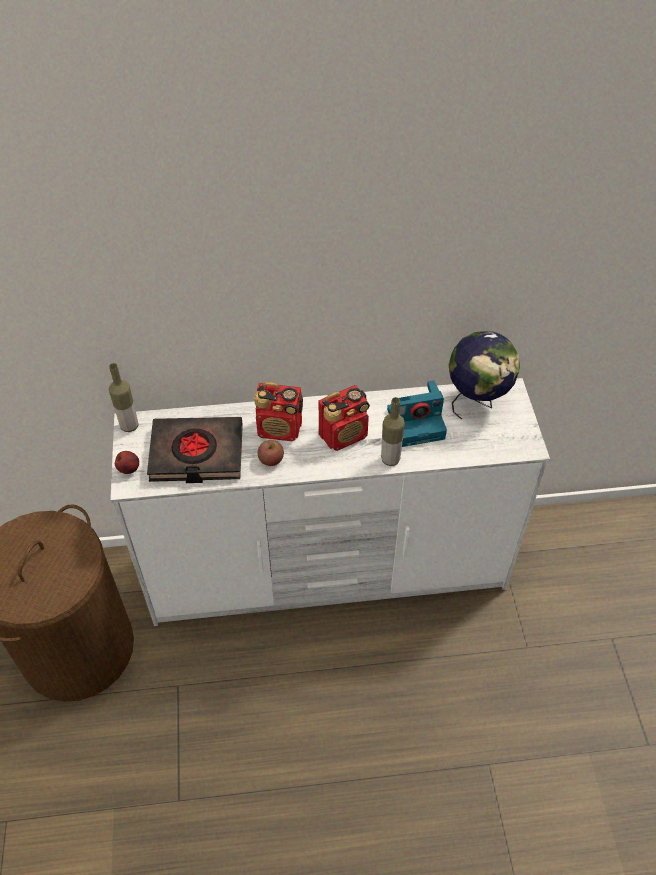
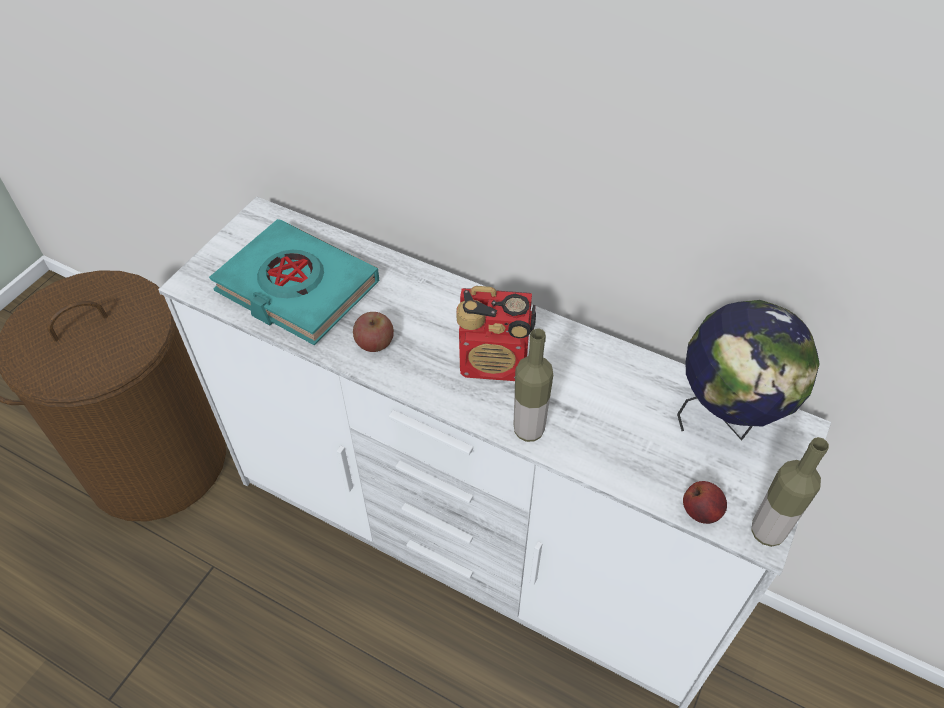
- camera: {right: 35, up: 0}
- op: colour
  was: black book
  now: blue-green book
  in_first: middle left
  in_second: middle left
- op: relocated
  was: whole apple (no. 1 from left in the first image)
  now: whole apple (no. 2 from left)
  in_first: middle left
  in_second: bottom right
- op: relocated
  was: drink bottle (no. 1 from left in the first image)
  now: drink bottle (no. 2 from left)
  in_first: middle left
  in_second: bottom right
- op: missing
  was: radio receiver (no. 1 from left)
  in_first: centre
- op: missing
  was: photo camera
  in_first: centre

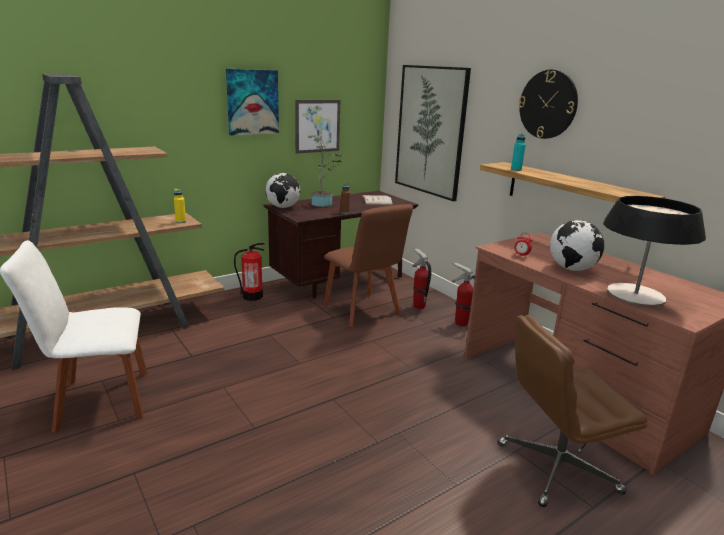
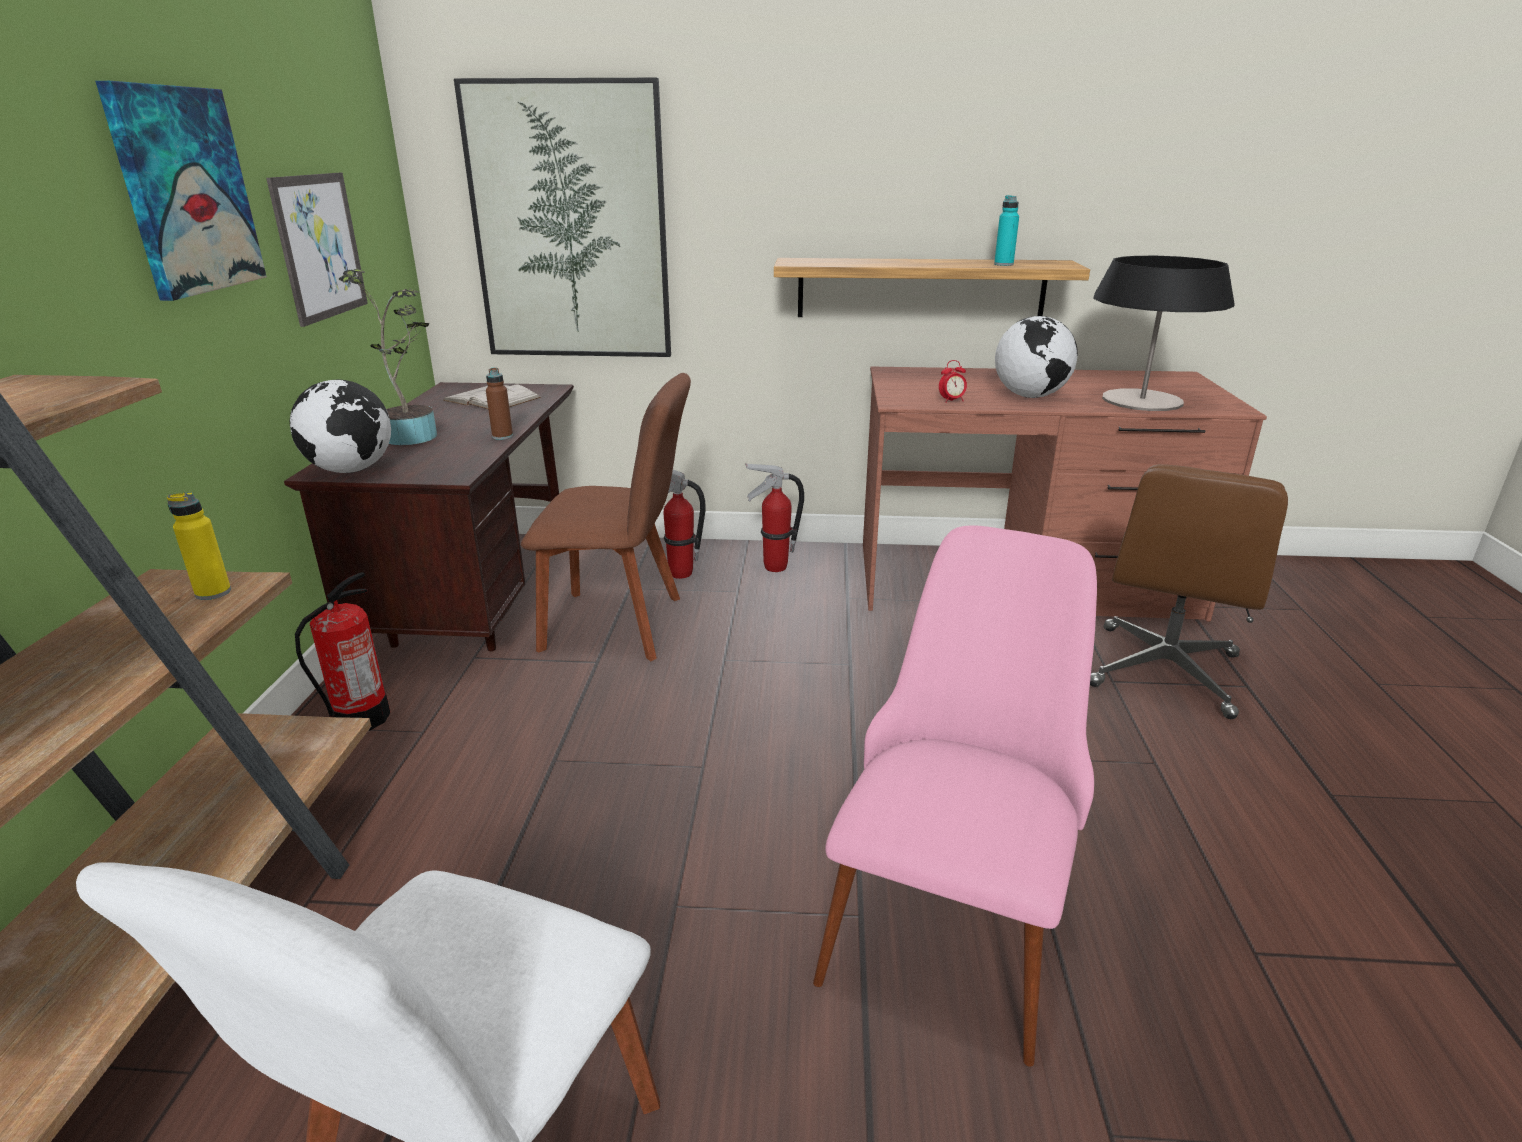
- camera: {right: -50, up: 5}
- op: appeared
  now: pink-coloured upright chair
  in_second: bottom centre
- op: relocated
  was: blue-green drink bottle
  in_first: top right
  in_second: top centre
- op: missing
  was: hanging clock
  in_first: top right

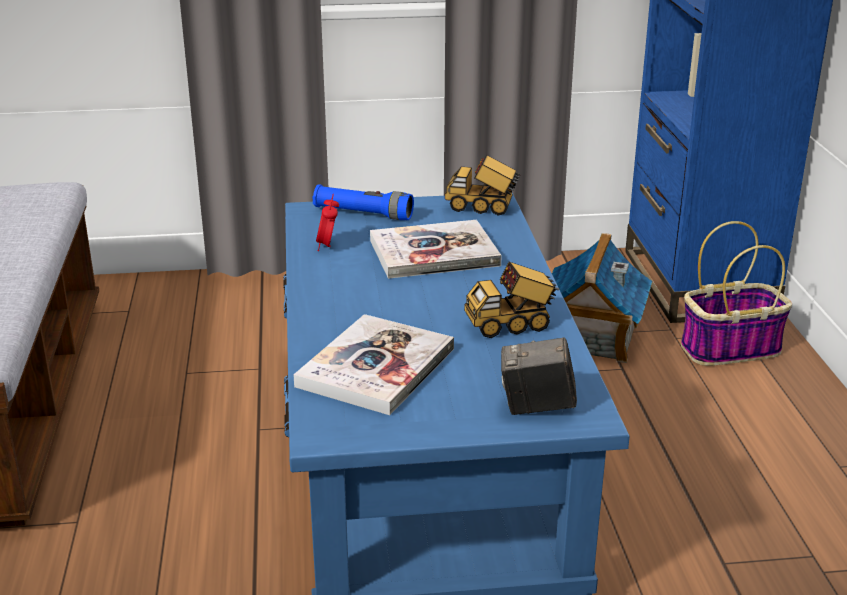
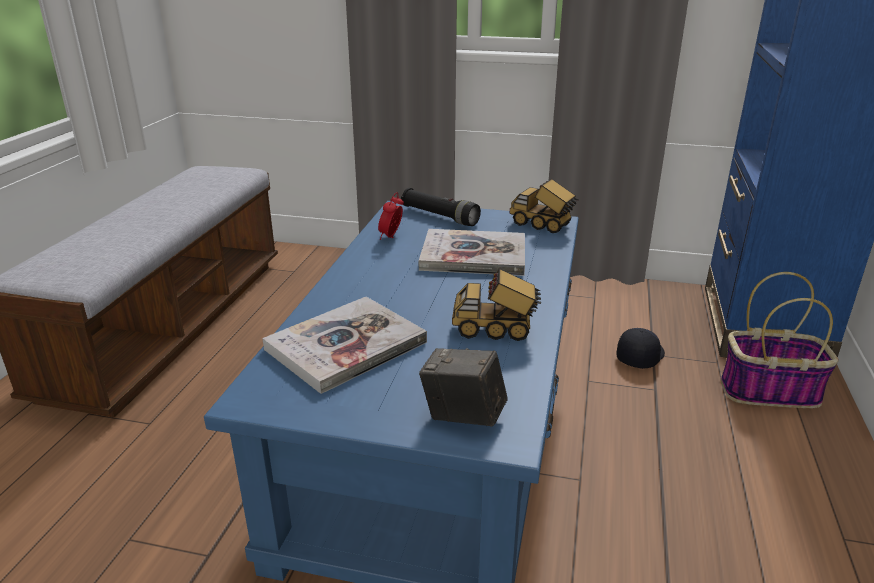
- camera: {right: 20, up: 0}
- op: colour
  was: blue-coloured flashlight
  now: black flashlight
  in_first: centre
  in_second: centre
- op: exchanged
  was: miniature house
  now: black peaked cap
  in_first: middle right
  in_second: middle right

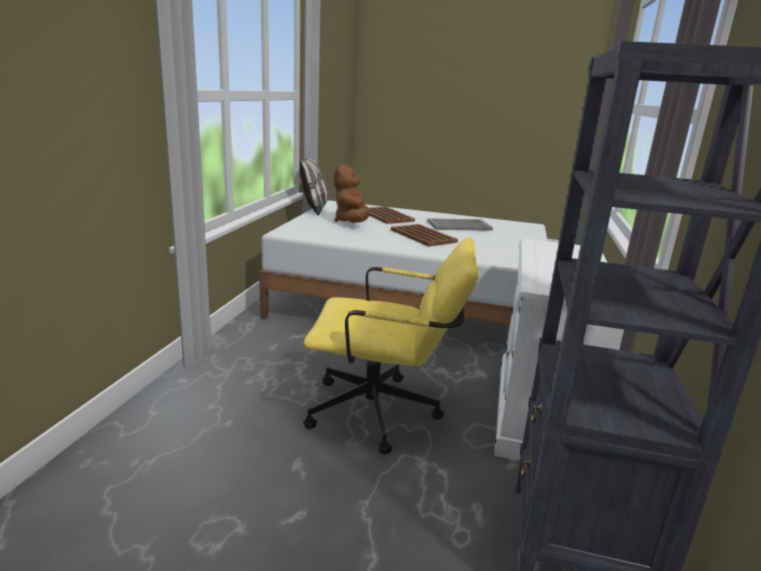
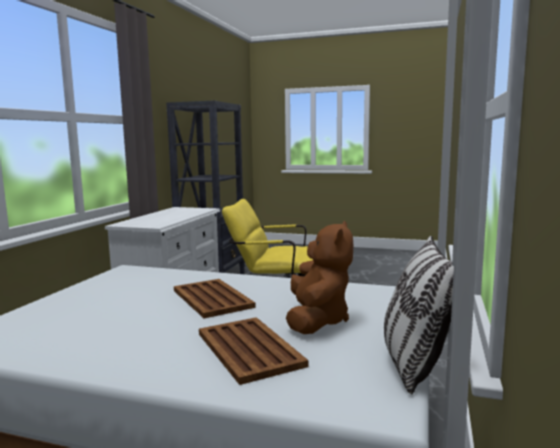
- camera: {right: -175, up: -10}
- op: missing
  was: gray carrying tray
  in_first: centre

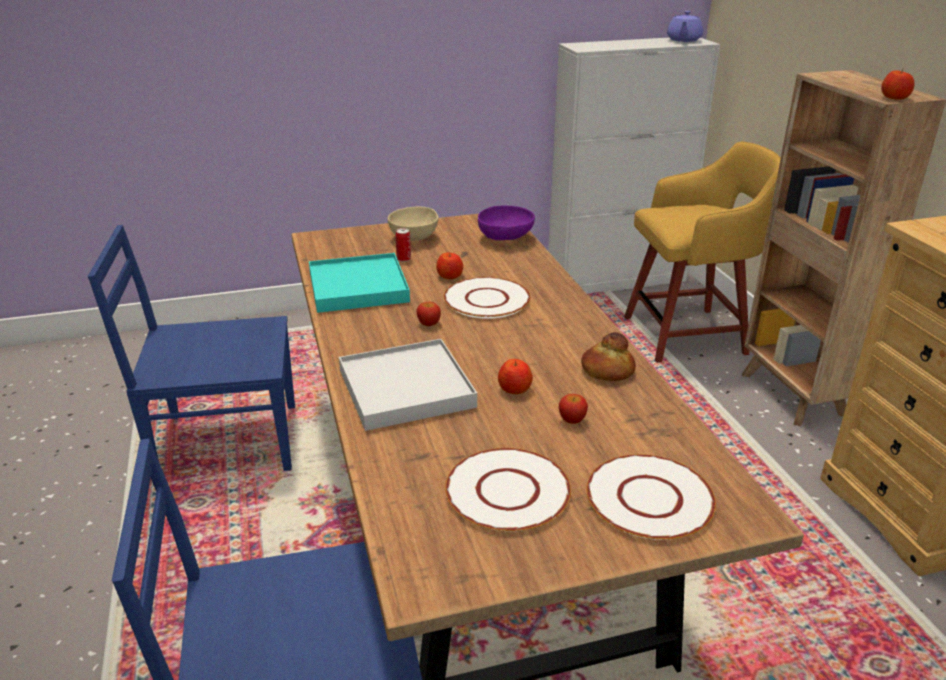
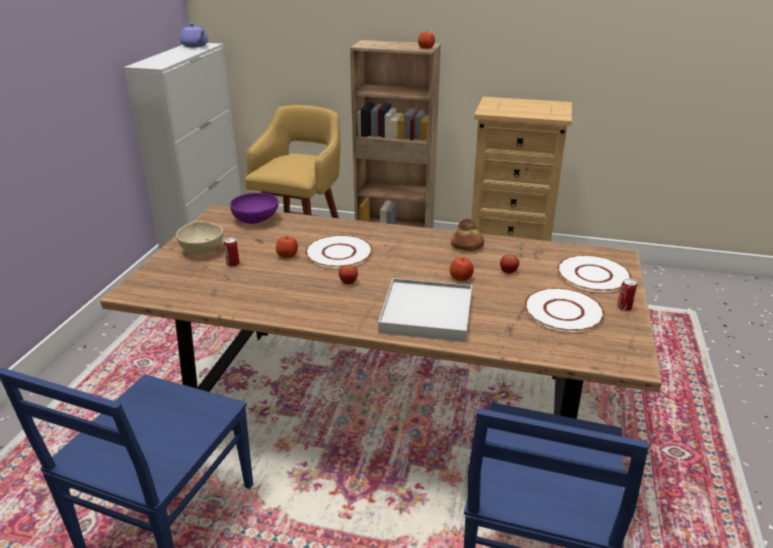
- camera: {right: -60, up: 0}
- op: appeared
  now: metal can (no. 2 from left)
  in_second: middle right
- op: missing
  was: blue-green carrying tray
  in_first: centre

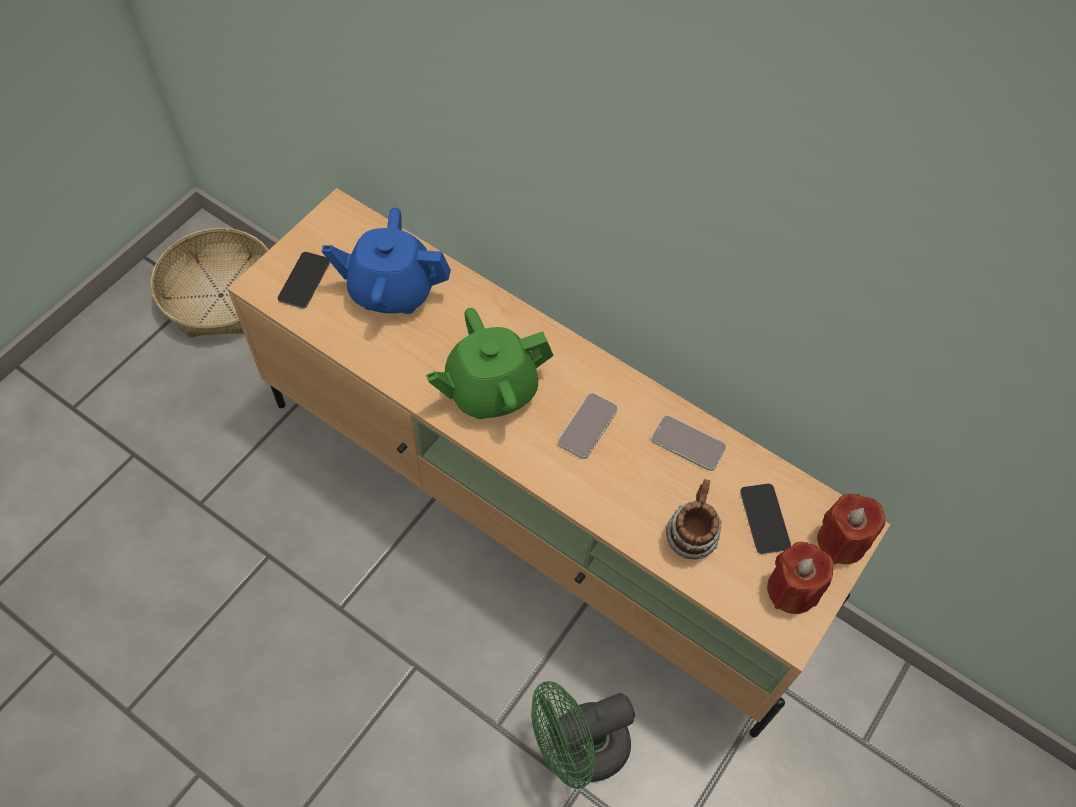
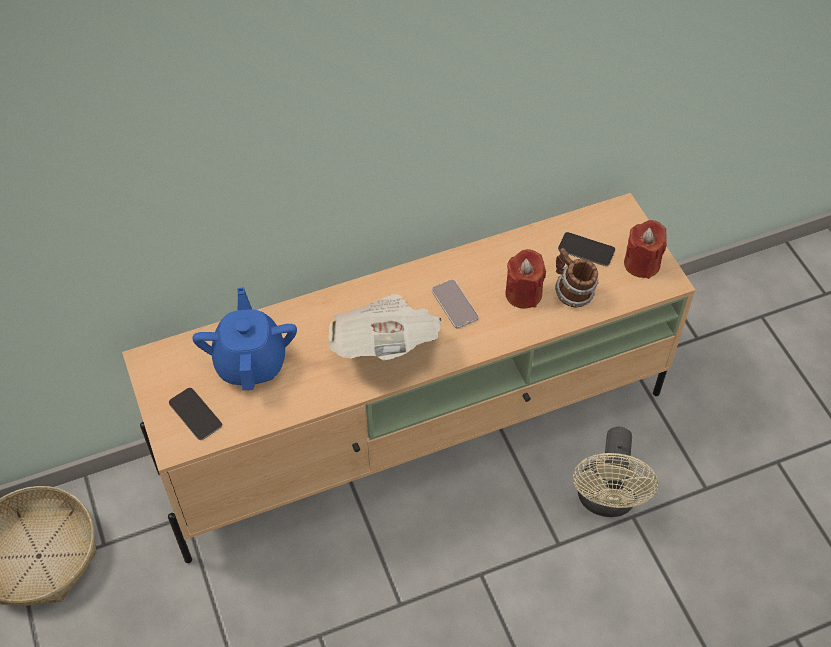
- camera: {right: -55, up: -5}
- op: spun
  was: blue-coloured pot for tea
  in_first: top centre
  in_second: middle left
  clockwise: 135
- op: exchanged
  was: green-coloured pot for tea
  now: newspaper
  in_first: centre
  in_second: centre
- op: relocated
  was: reddish candle (no. 2 from left in the first image)
  now: reddish candle (no. 1 from left)
  in_first: middle right
  in_second: centre
- op: colour
  was: green-coloured electric fan
  now: beige electric fan
  in_first: bottom centre
  in_second: bottom right
- op: missing
  was: phone (no. 3 from left)
  in_first: centre

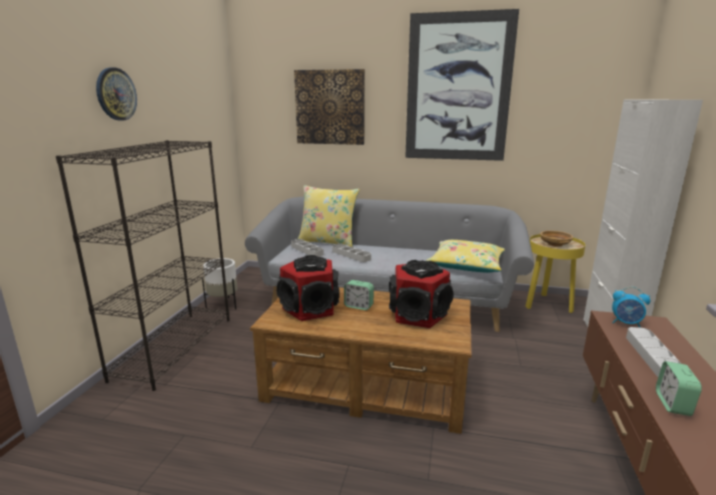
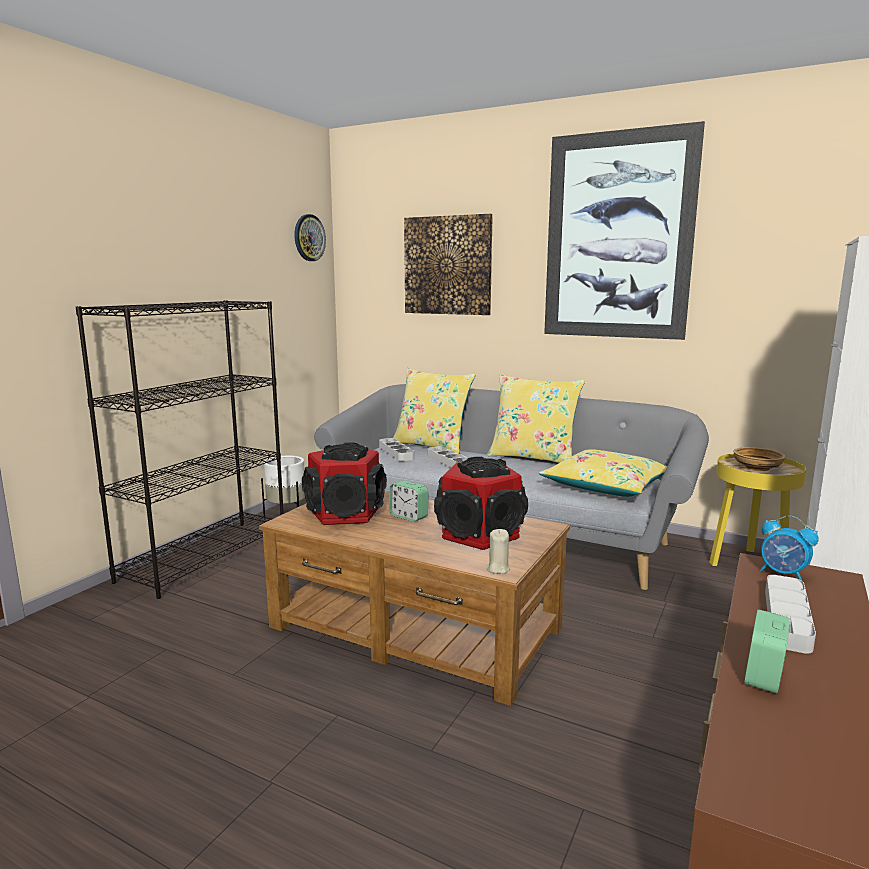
- camera: {right: 15, up: -5}
- op: relocated
  was: hanging clock
  in_first: top left
  in_second: top centre
- op: appeared
  now: beige candle
  in_second: centre
- op: appeared
  now: yellow cushion (no. 2 from left)
  in_second: centre

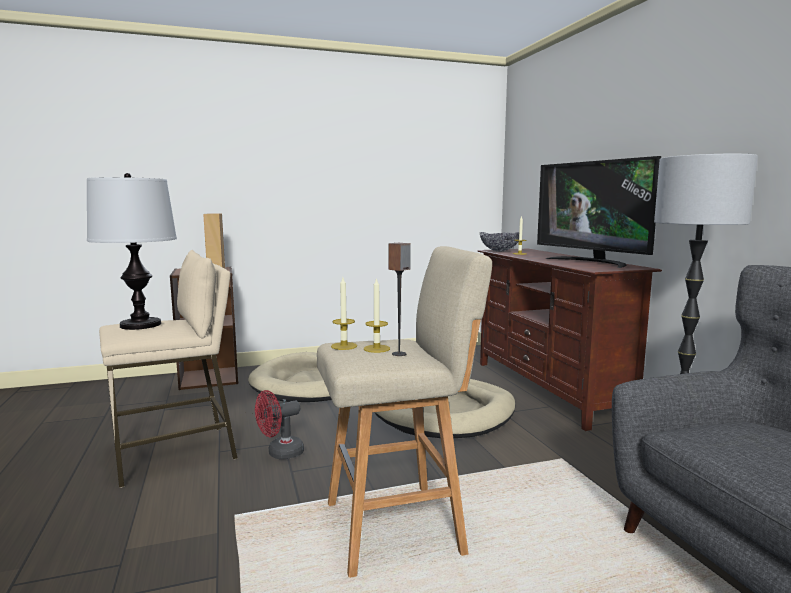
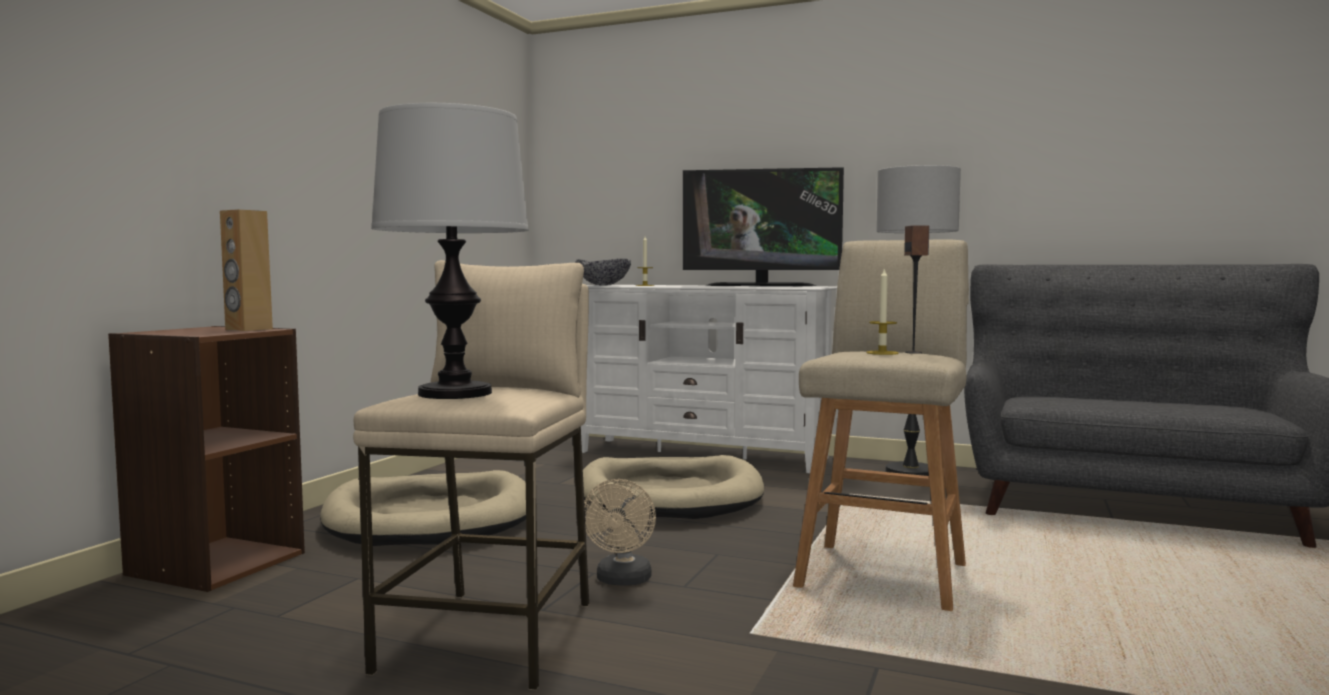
- camera: {right: -50, up: -5}
- op: colour
  was: brownish tv stand
  now: white tv stand
  in_first: middle right
  in_second: centre
- op: colour
  was: reddish electric fan
  now: beige electric fan
  in_first: bottom centre
  in_second: bottom centre
- op: missing
  was: candle (no. 1 from left)
  in_first: centre

